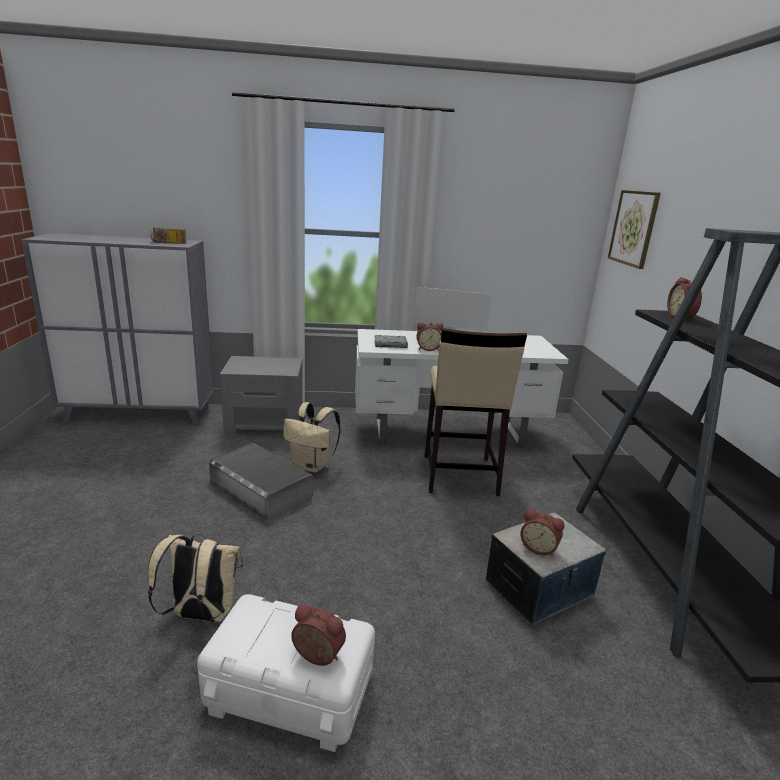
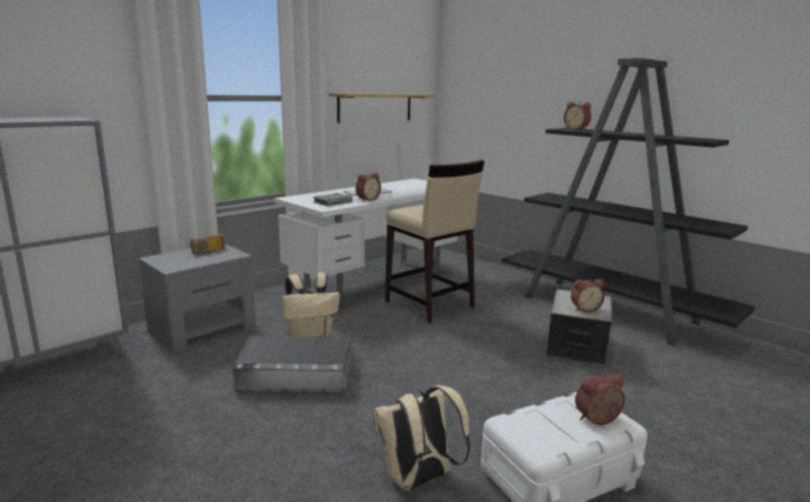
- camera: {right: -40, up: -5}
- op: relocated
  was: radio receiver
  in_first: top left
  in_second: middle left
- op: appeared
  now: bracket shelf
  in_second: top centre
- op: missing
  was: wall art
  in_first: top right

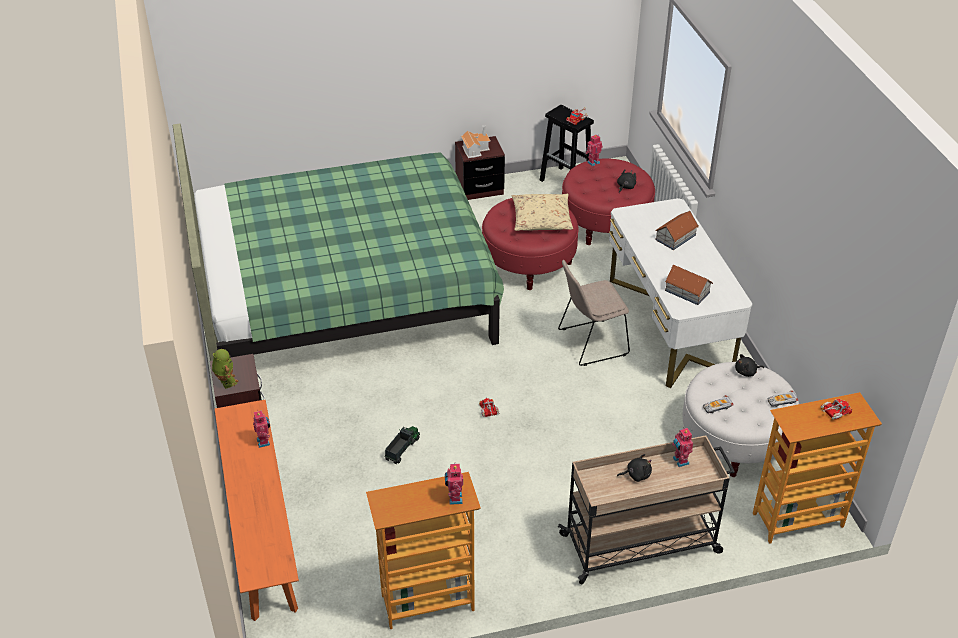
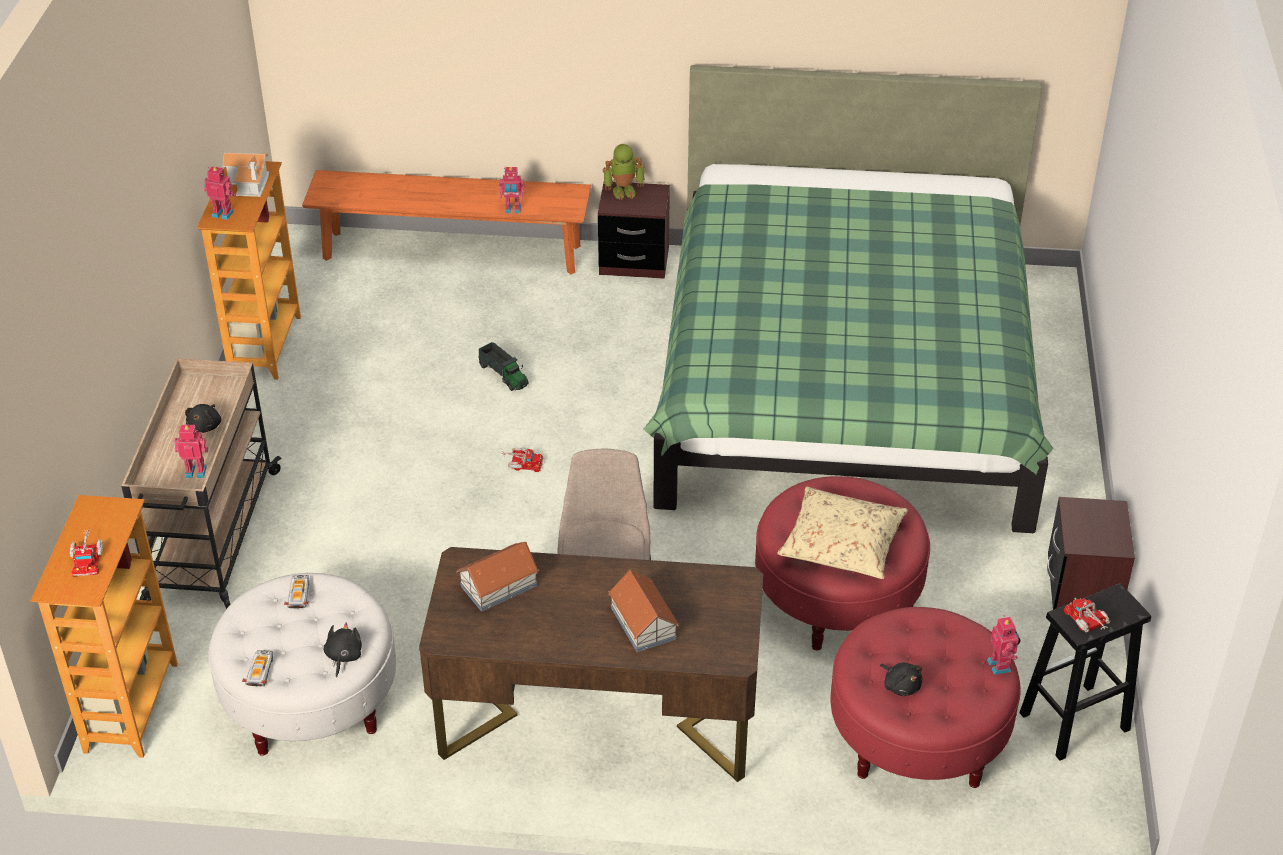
- camera: {right: 110, up: 0}
- op: relocated
  was: miniature house (no. 1 from left)
  in_first: top centre
  in_second: top left
- op: colour
  was: white desk table
  now: brownish desk table
  in_first: middle right
  in_second: bottom centre

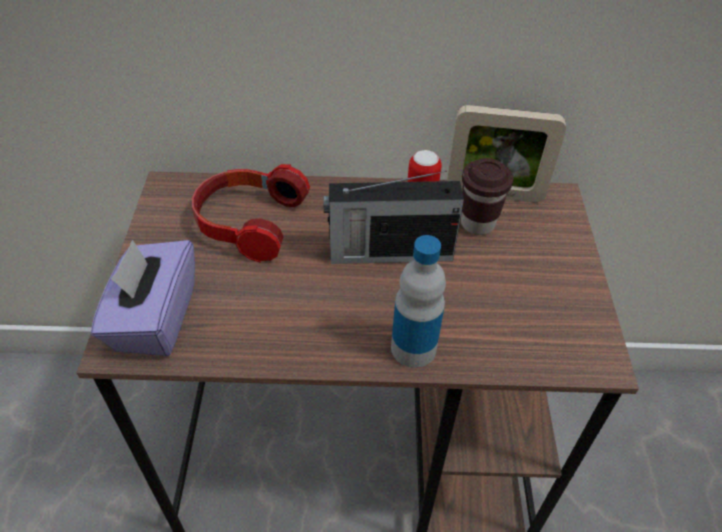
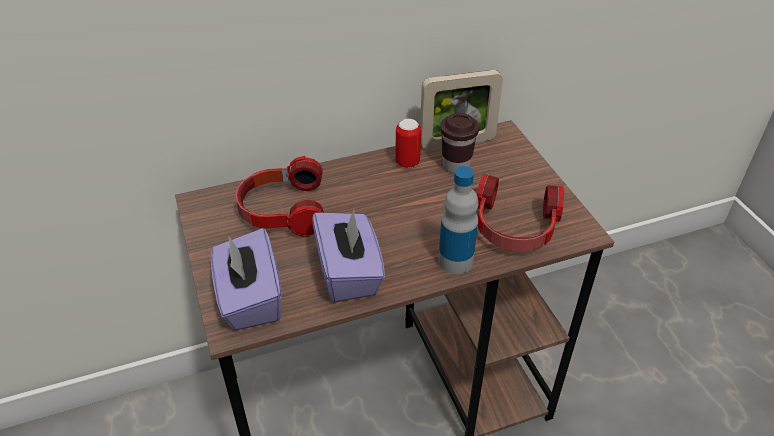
- camera: {right: -20, up: -5}
- op: appeared
  now: purplish tissue holder (no. 2 from left)
  in_second: centre
- op: appeared
  now: pair of headphones (no. 2 from left)
  in_second: middle right
- op: missing
  was: radio receiver
  in_first: centre

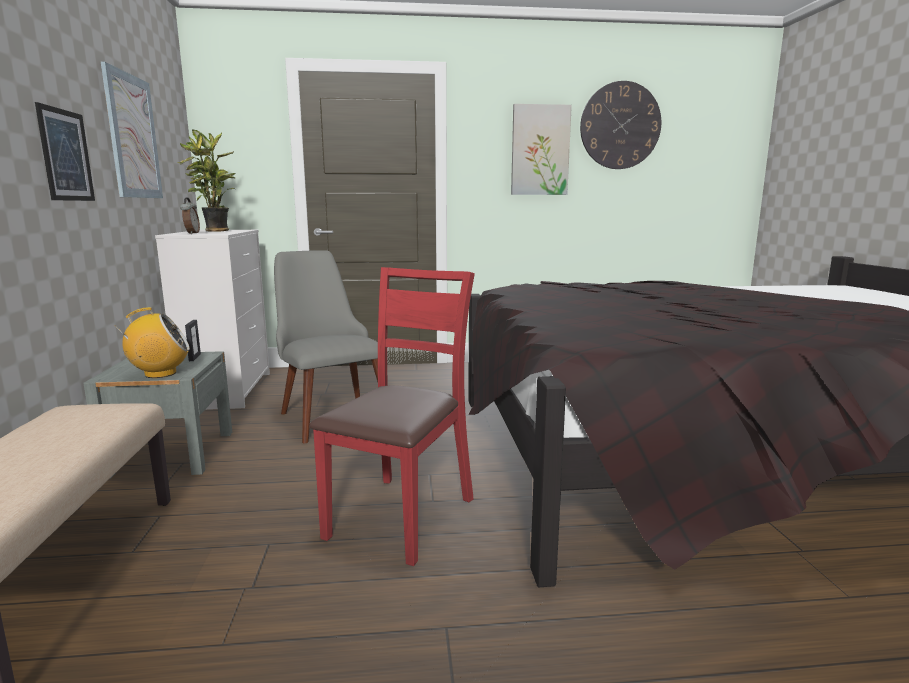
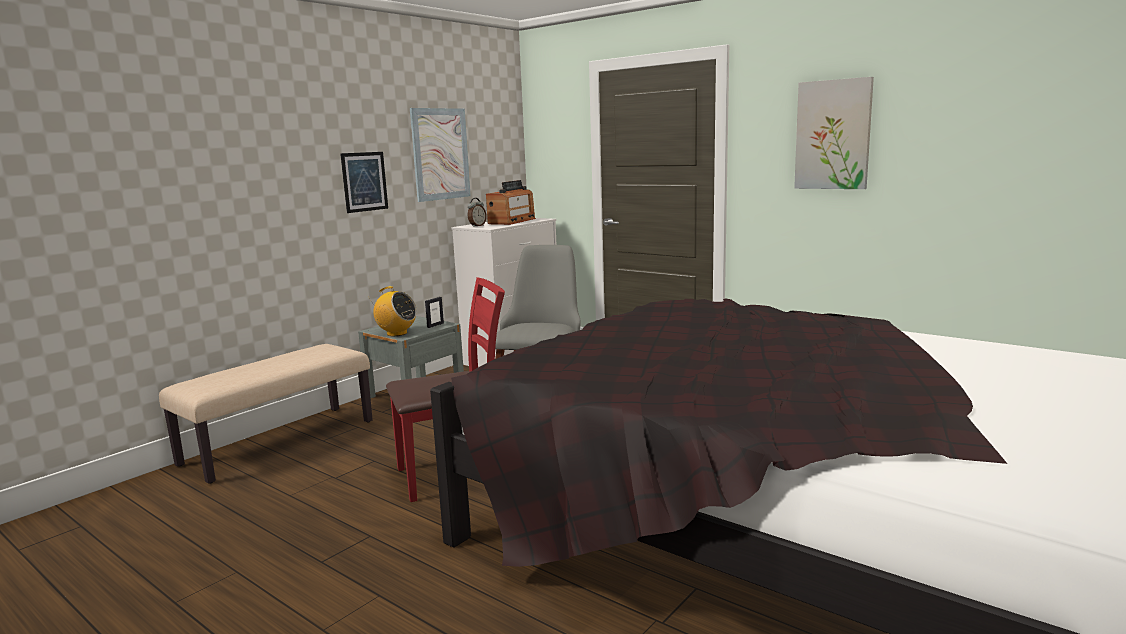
- camera: {right: 45, up: 0}
- op: exchanged
  was: plant in a pot
  now: radio receiver (no. 2 from left)
  in_first: top left
  in_second: top centre
- op: missing
  was: hanging clock
  in_first: top right

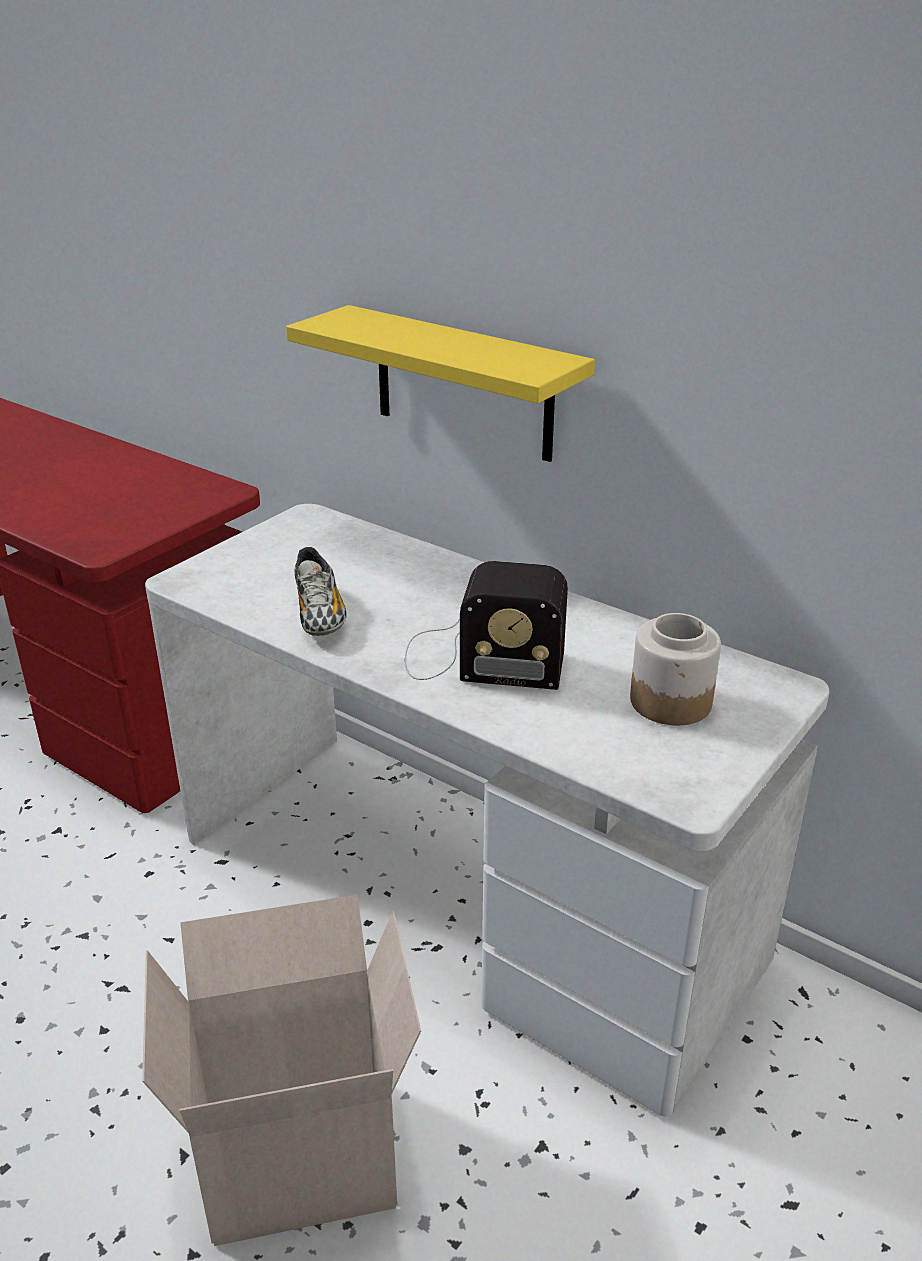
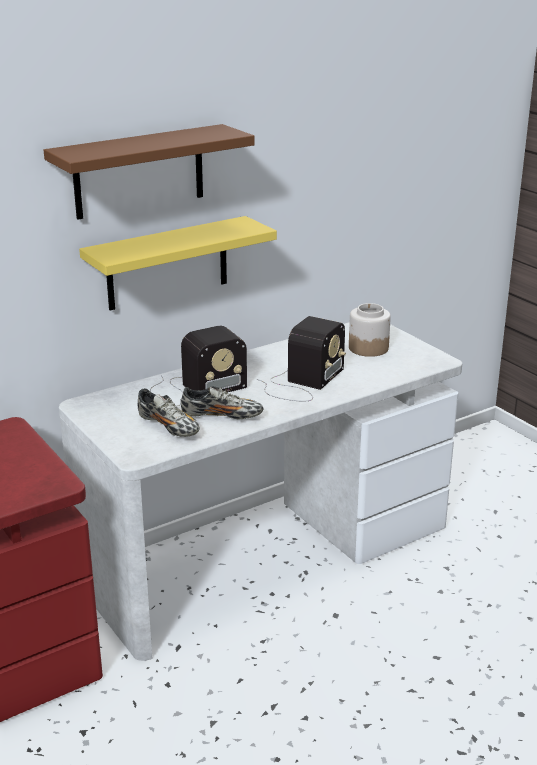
- camera: {right: -70, up: -5}
- op: appeared
  now: brownish bracket shelf
  in_second: top left
- op: appeared
  now: low shoe (no. 1 from left)
  in_second: middle left
- op: appeared
  now: radio receiver (no. 1 from left)
  in_second: centre
- op: missing
  was: carton
  in_first: bottom left

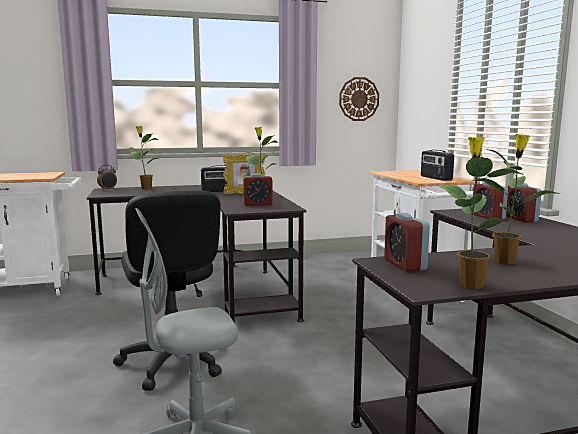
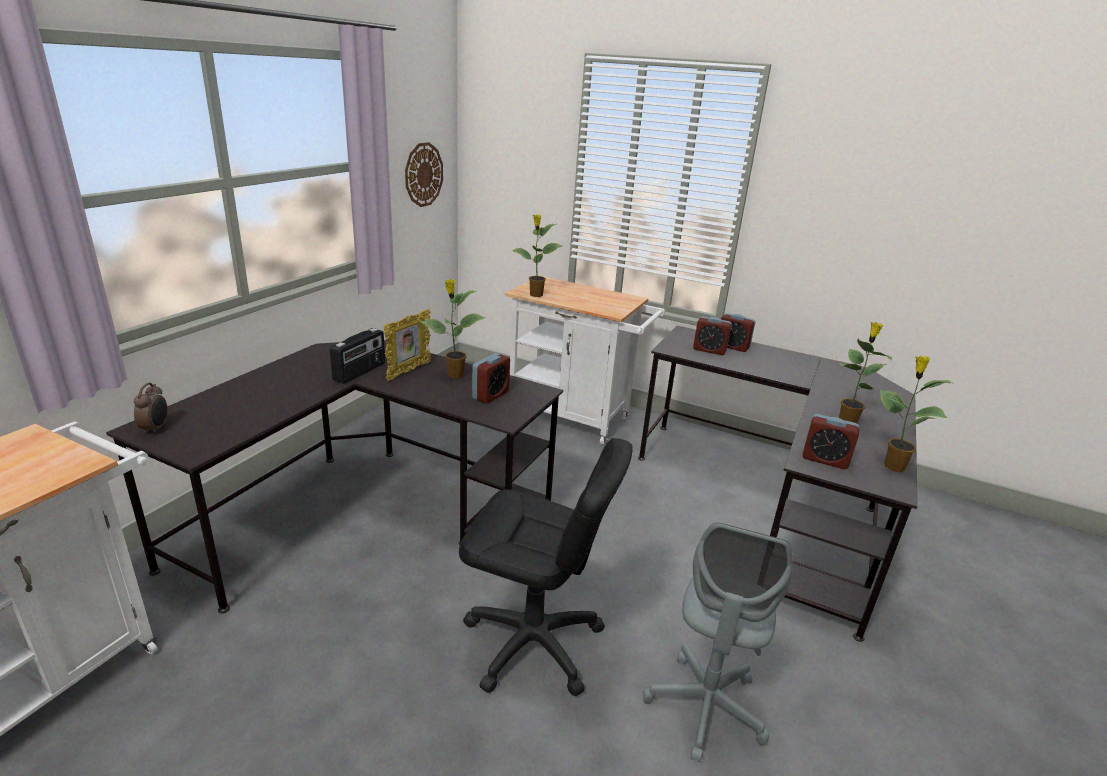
- camera: {right: -50, up: 15}
- op: relocated
  was: plant in a pot (no. 1 from left in the first image)
  now: plant in a pot (no. 2 from left)
  in_first: middle left
  in_second: top centre
- op: missing
  was: radio receiver (no. 2 from left)
  in_first: middle right

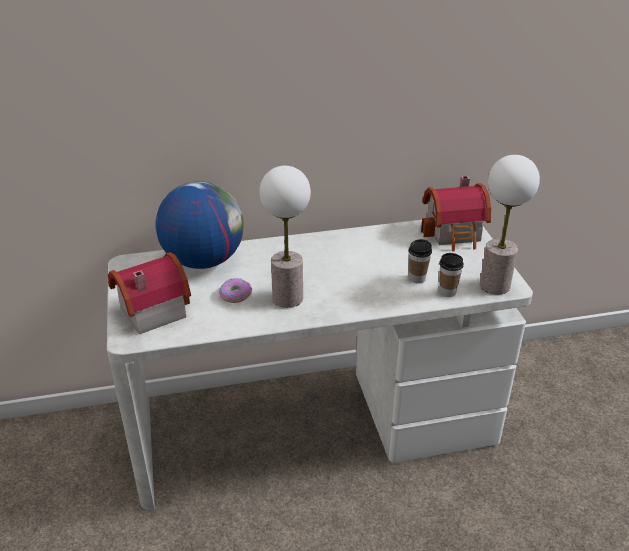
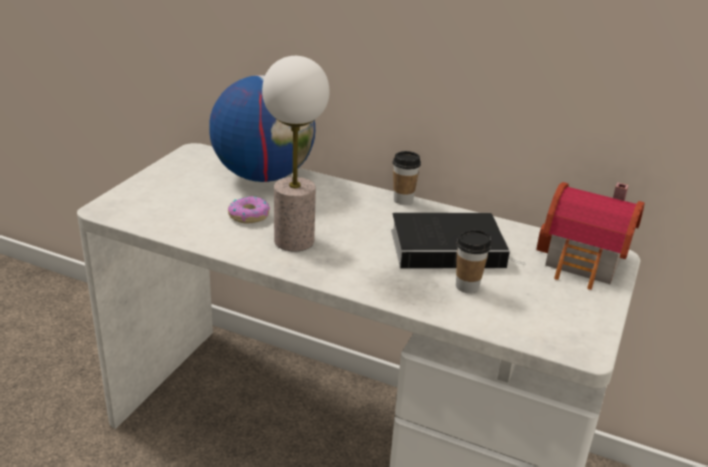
- camera: {right: 35, up: -5}
- op: appeared
  now: book
  in_second: centre
- op: relocated
  was: drinking cup (no. 2 from left in the first image)
  now: drinking cup (no. 1 from left)
  in_first: middle right
  in_second: centre
- op: missing
  was: miniature house (no. 1 from left)
  in_first: middle left
- op: missing
  was: tabletop lamp (no. 2 from left)
  in_first: middle right

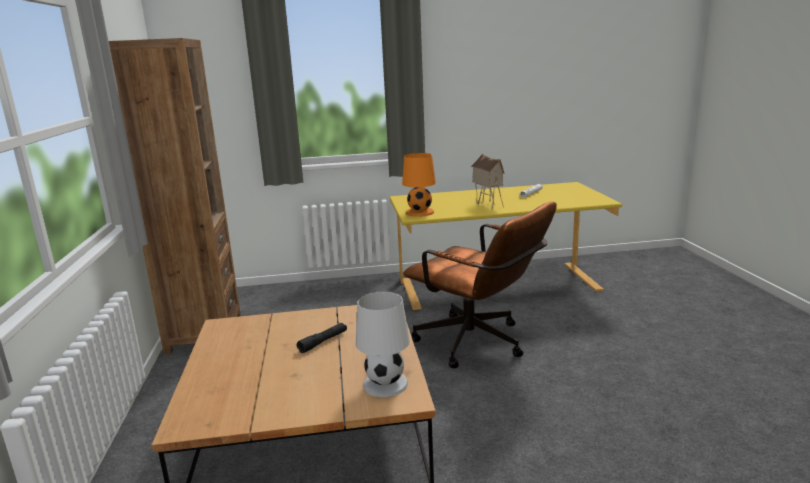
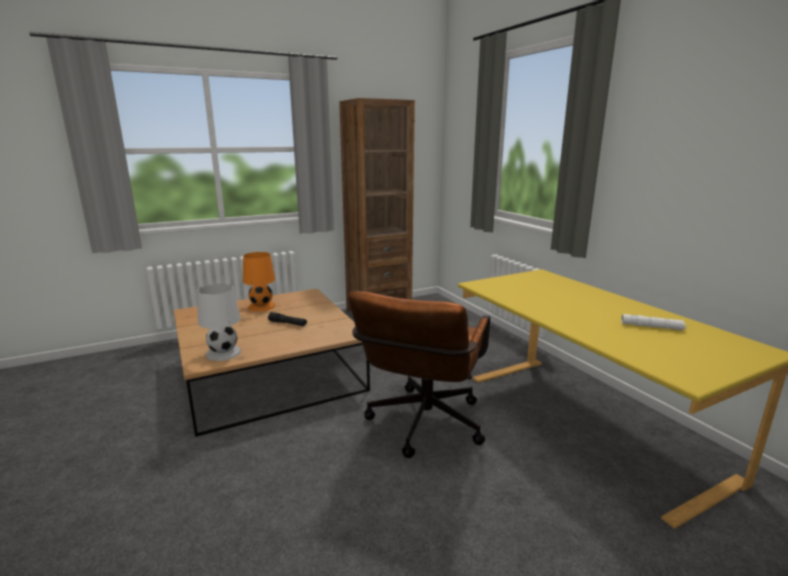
- camera: {right: 70, up: 0}
- op: relocated
  was: orange tabletop lamp
  in_first: centre
  in_second: middle left
- op: missing
  was: miniature house
  in_first: centre

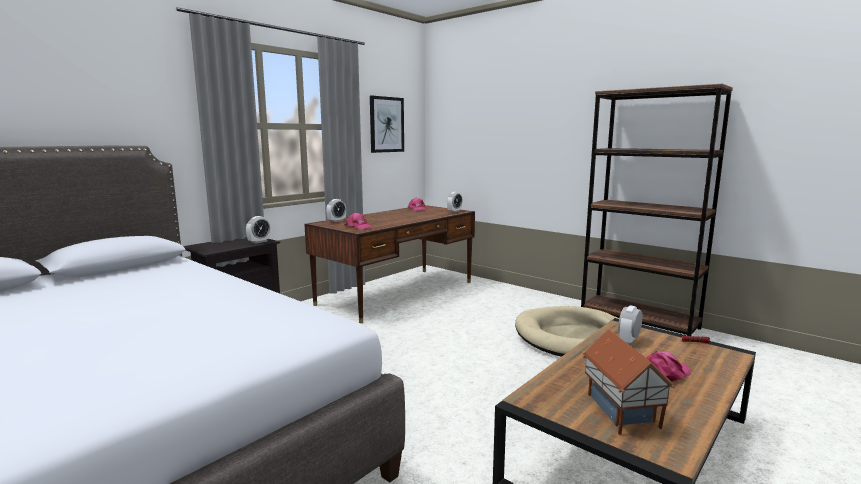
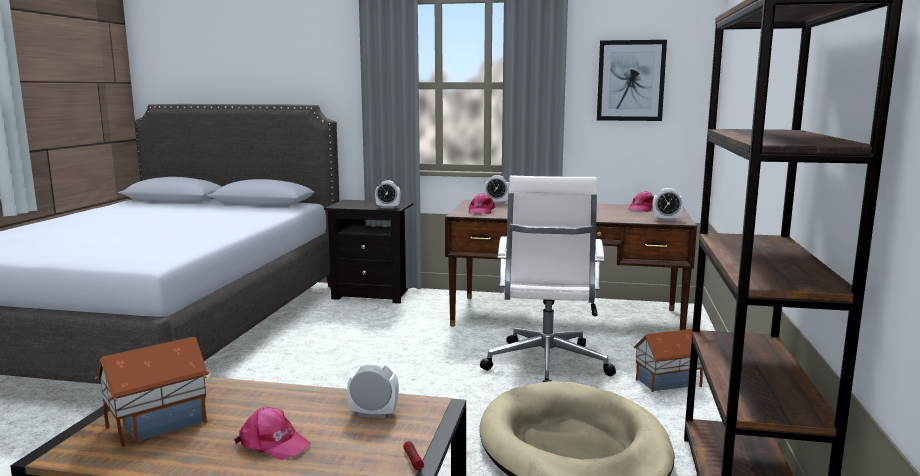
- camera: {right: 60, up: 0}
- op: appeared
  now: white desk chair
  in_second: centre
- op: appeared
  now: miniature house (no. 2 from left)
  in_second: bottom right

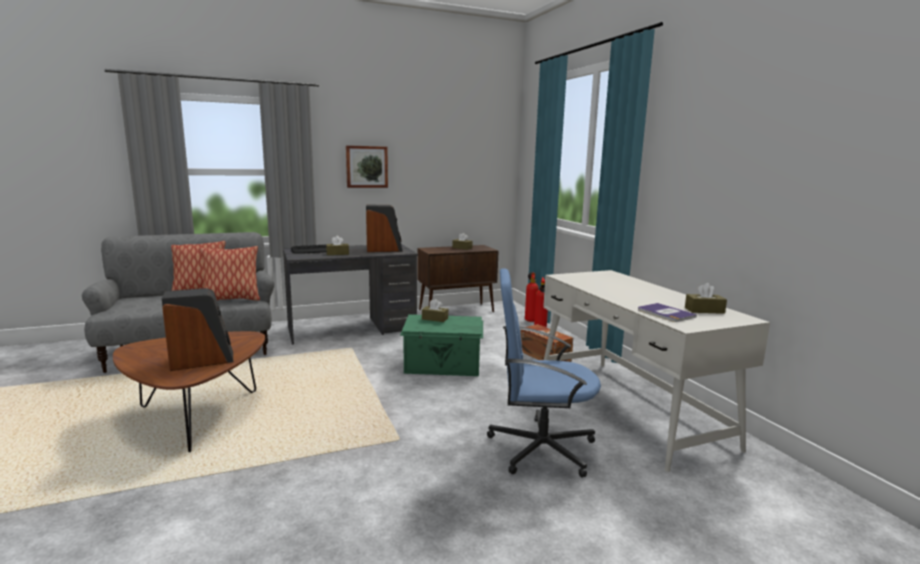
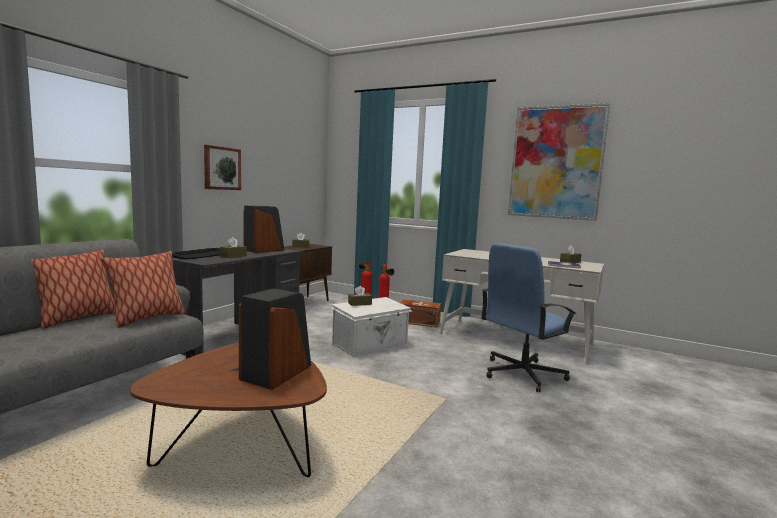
- camera: {right: -40, up: -5}
- op: colour
  was: green-coloured storage box
  now: white storage box
  in_first: centre
  in_second: centre
- op: appeared
  now: wall art (no. 2 from left)
  in_second: top right

